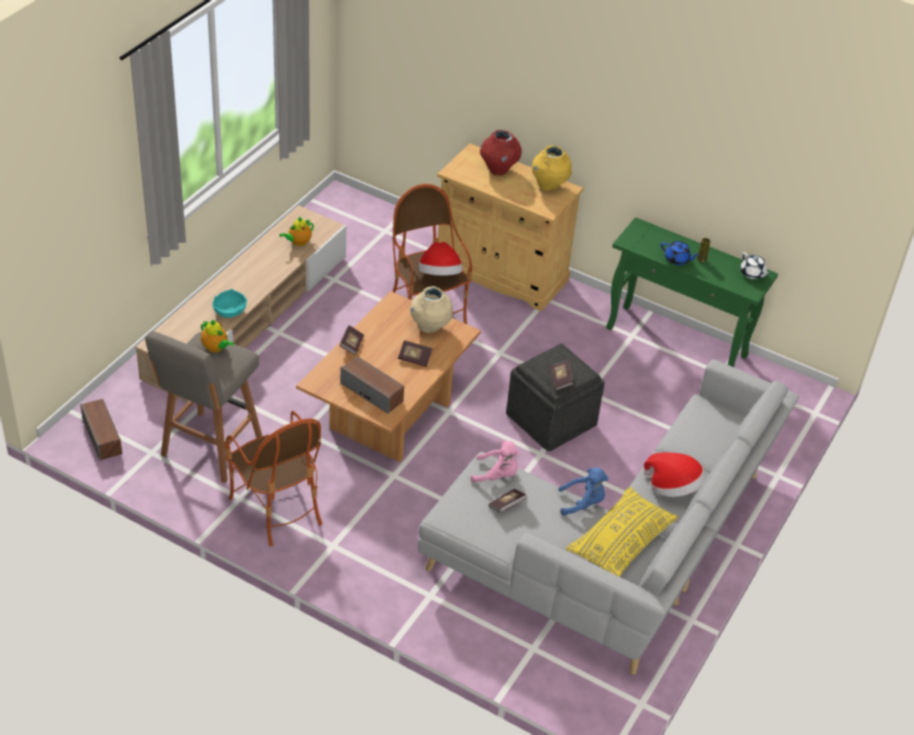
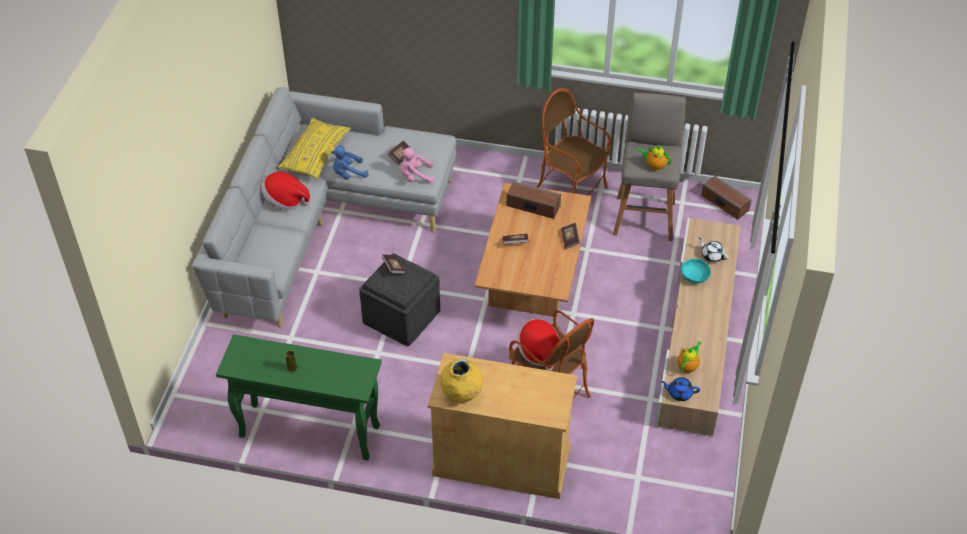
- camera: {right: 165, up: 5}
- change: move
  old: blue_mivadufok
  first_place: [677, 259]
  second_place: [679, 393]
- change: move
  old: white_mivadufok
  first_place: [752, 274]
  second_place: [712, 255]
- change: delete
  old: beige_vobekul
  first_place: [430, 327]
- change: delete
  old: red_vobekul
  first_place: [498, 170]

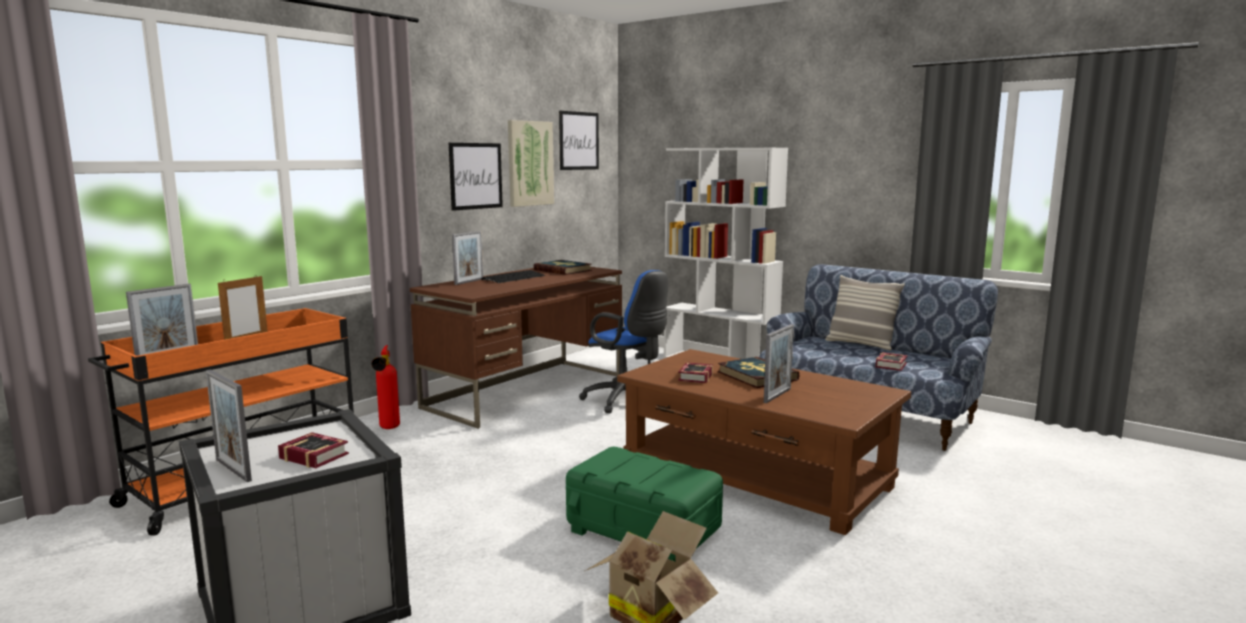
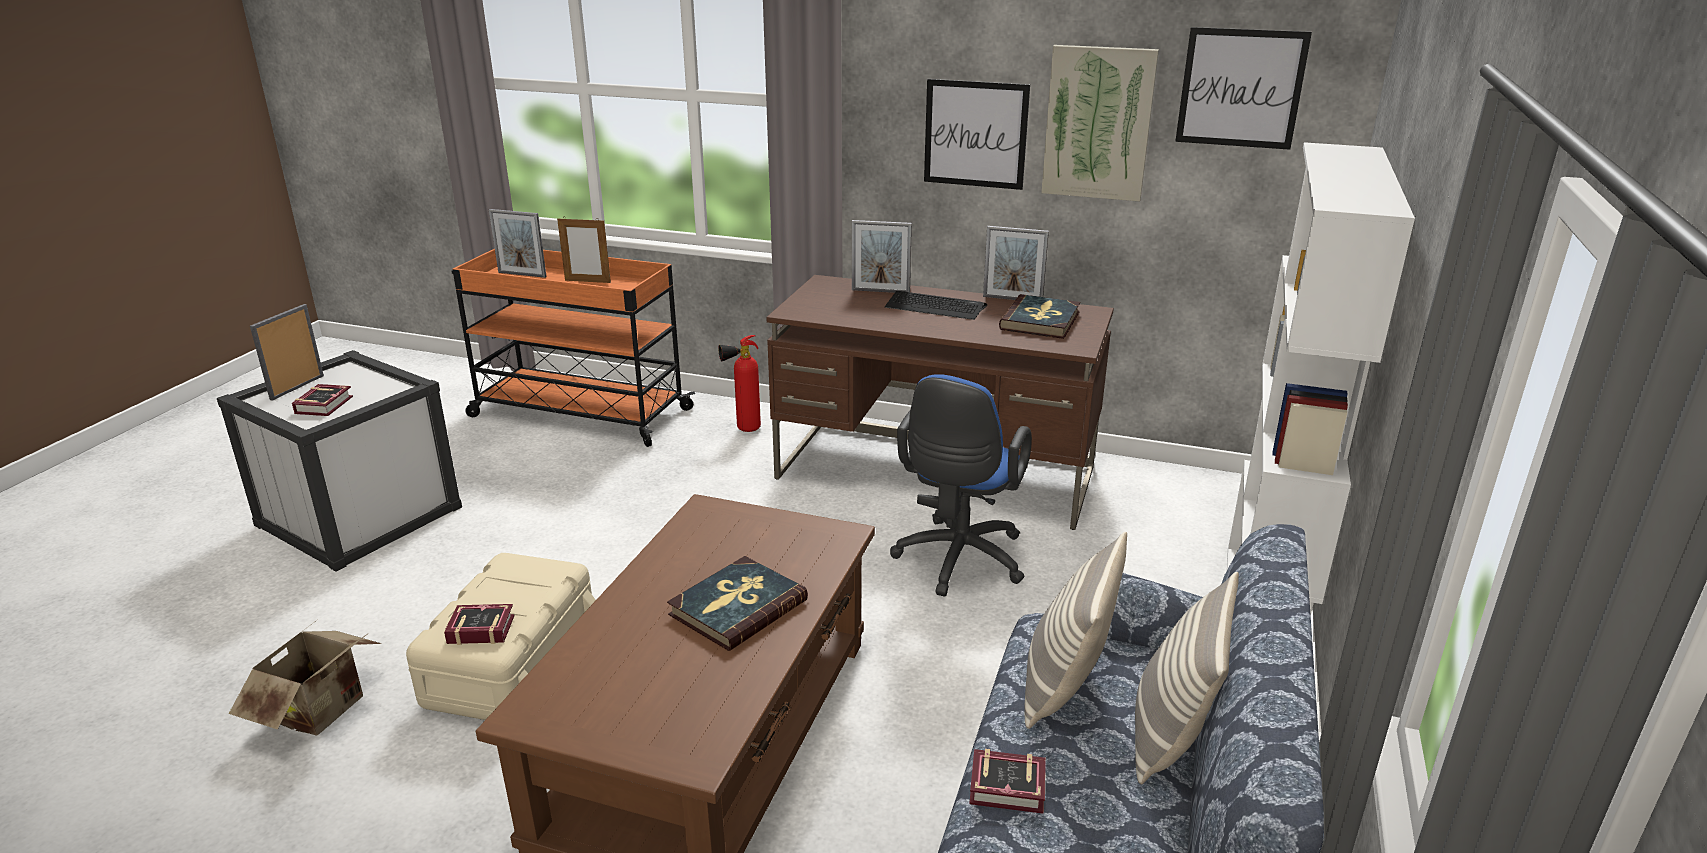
- camera: {right: 70, up: 15}
- change: recolor
  old: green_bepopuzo
  new: beige_bepopuzo
  first_place: [642, 530]
  second_place: [511, 666]
- change: move
  old: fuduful
  first_place: [694, 377]
  second_place: [478, 628]
- change: move
  old: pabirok
  first_place: [777, 395]
  second_place: [1012, 299]
- change: insert
  new: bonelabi
  second_place: [1065, 686]

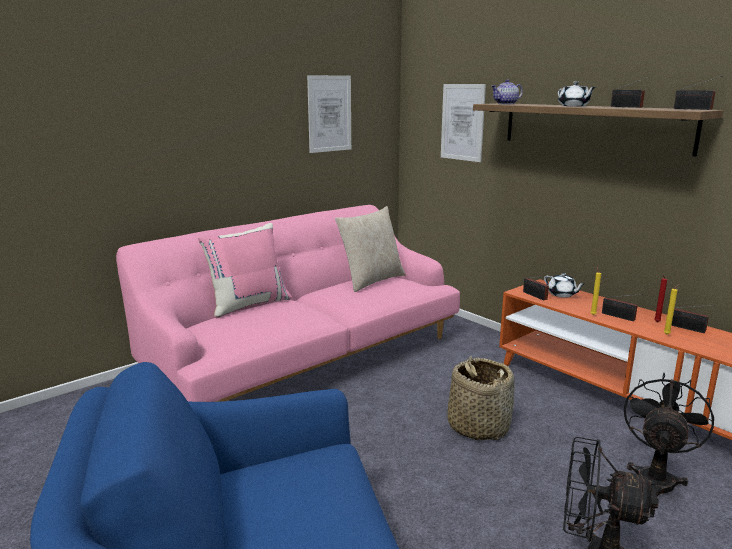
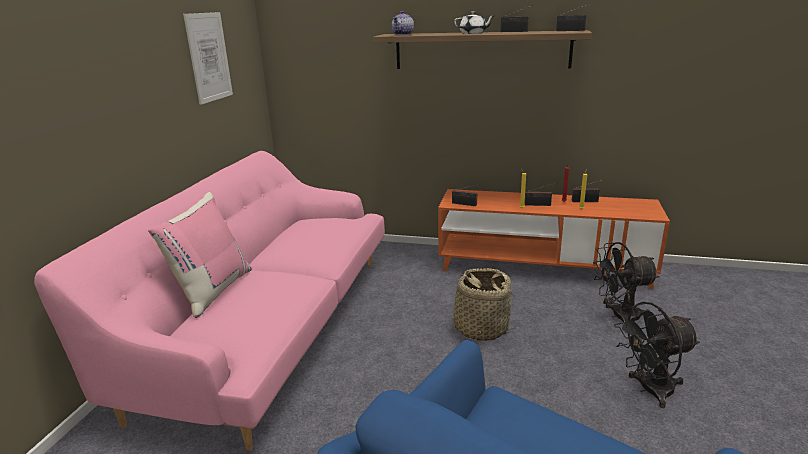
- camera: {right: -35, up: 5}
- change: rotate
  old: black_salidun
  first_place: [656, 478]
  second_place: [619, 316]
  degrees: -90
- change: delete
  old: beige_bonelabi
  first_place: [371, 280]
- change: delete
  old: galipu
  first_place: [462, 122]
- change: delete
  old: white_mivadufok
  first_place: [562, 294]

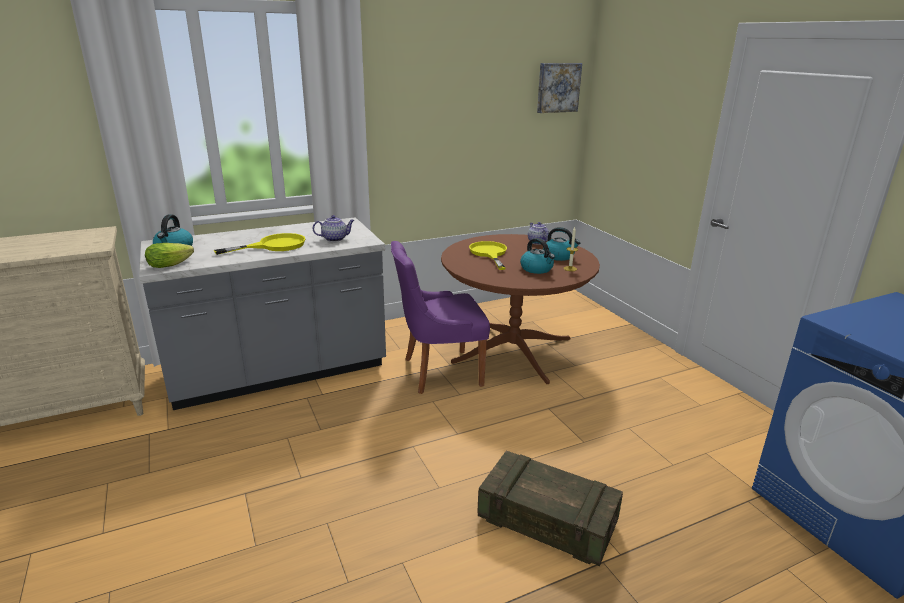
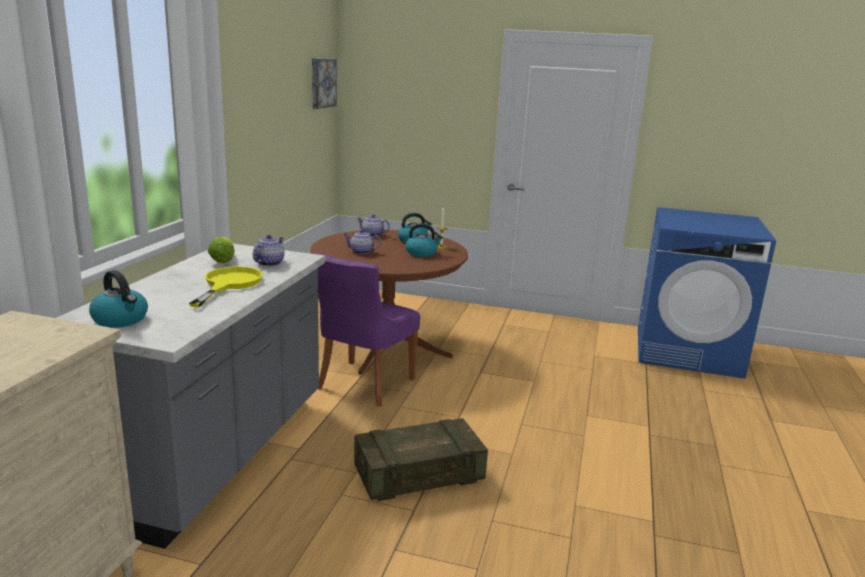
- camera: {right: -50, up: -5}
- change: move
  old: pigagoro
  first_place: [172, 264]
  second_place: [224, 259]
- change: replace
  old: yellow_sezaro
  new: mivadufok
  first_place: [489, 253]
  second_place: [361, 252]
- change: move
  old: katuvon
  first_place: [547, 522]
  second_place: [419, 476]

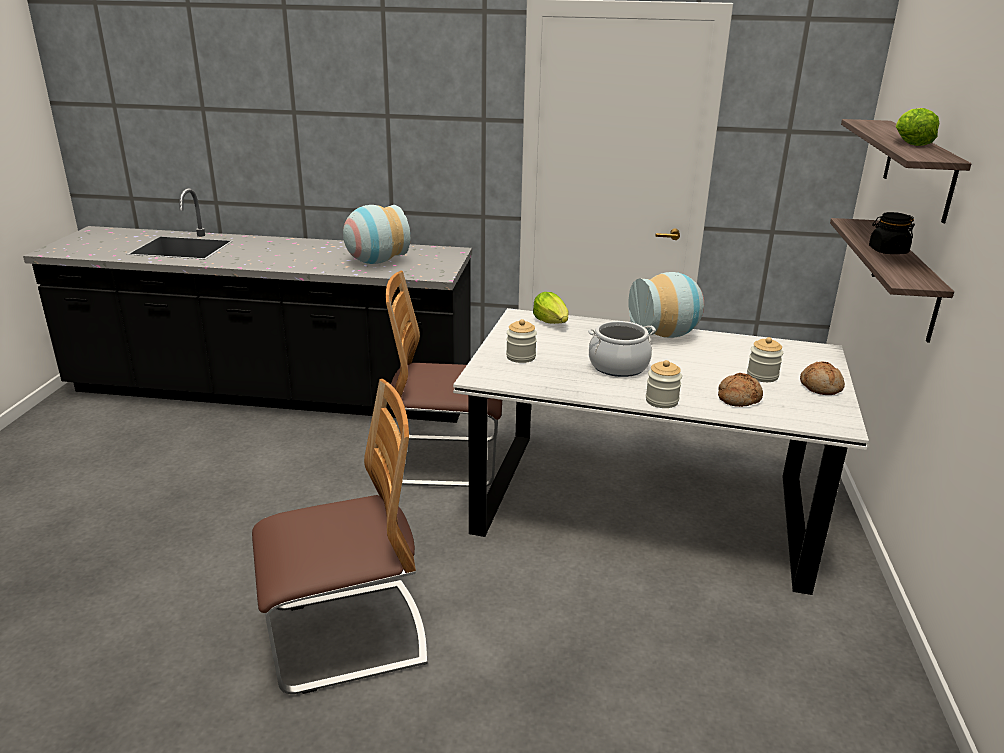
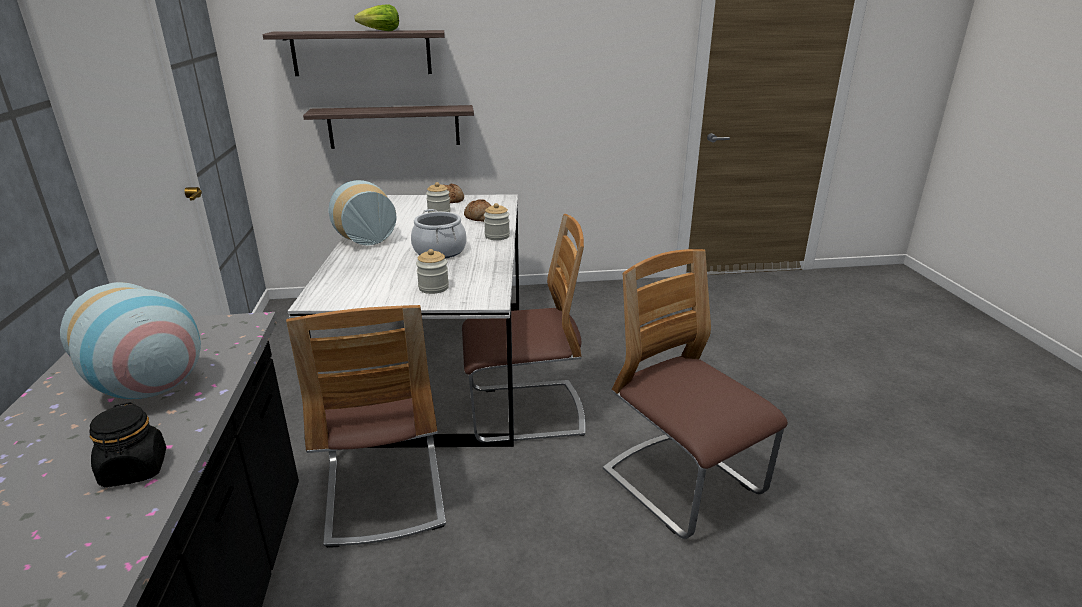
- camera: {right: -105, up: 0}
- change: move
  old: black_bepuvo
  first_place: [887, 251]
  second_place: [135, 470]
- change: insert
  new: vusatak
  second_place: [525, 412]
- change: delete
  old: pigagoro
  first_place: [552, 322]

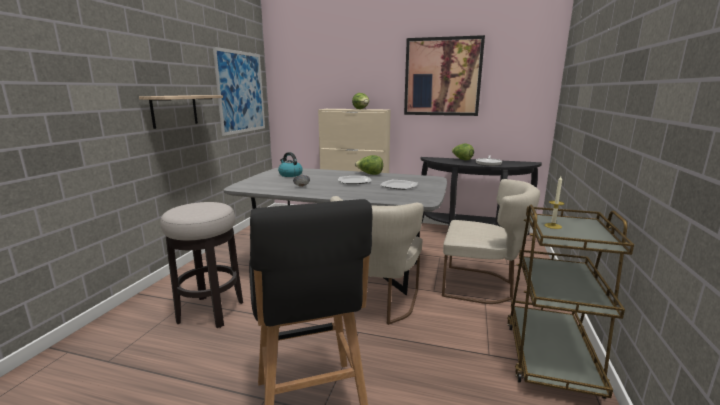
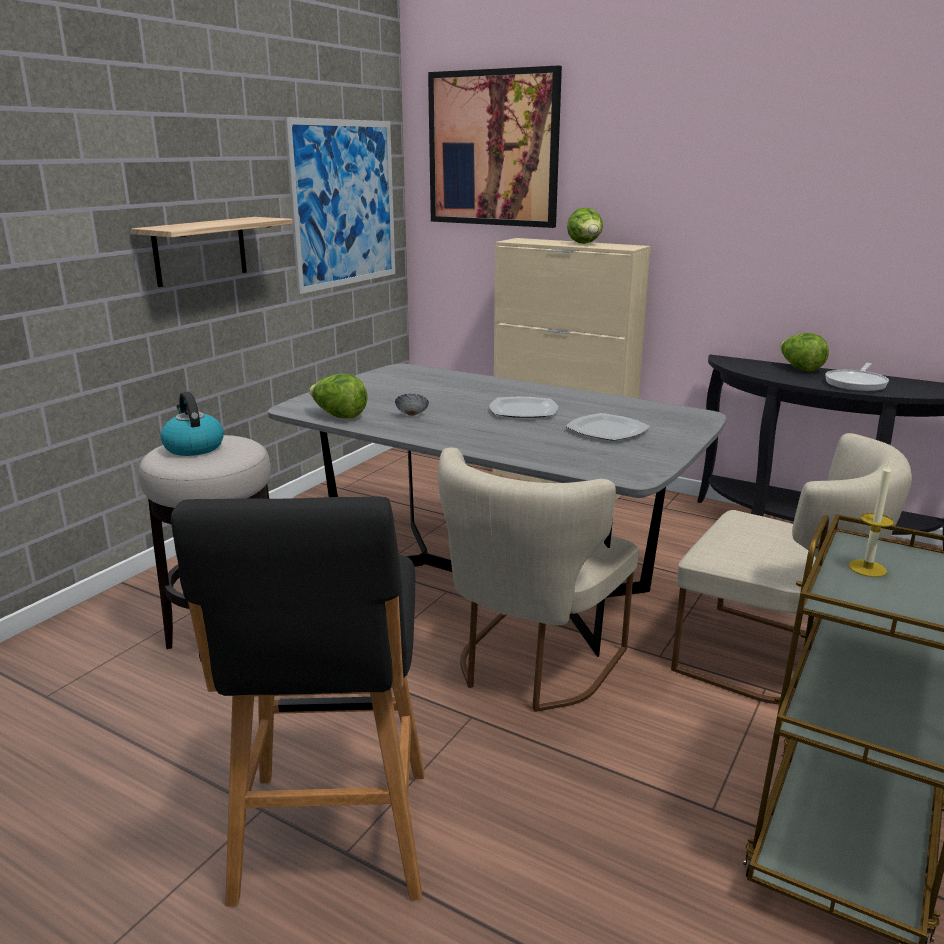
- camera: {right: 15, up: 5}
- change: move
  old: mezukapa
  first_place: [290, 175]
  second_place: [193, 447]
- change: move
  old: pigagoro
  first_place: [369, 174]
  second_place: [338, 416]
- change: move
  old: galipu
  first_place: [442, 77]
  second_place: [493, 149]

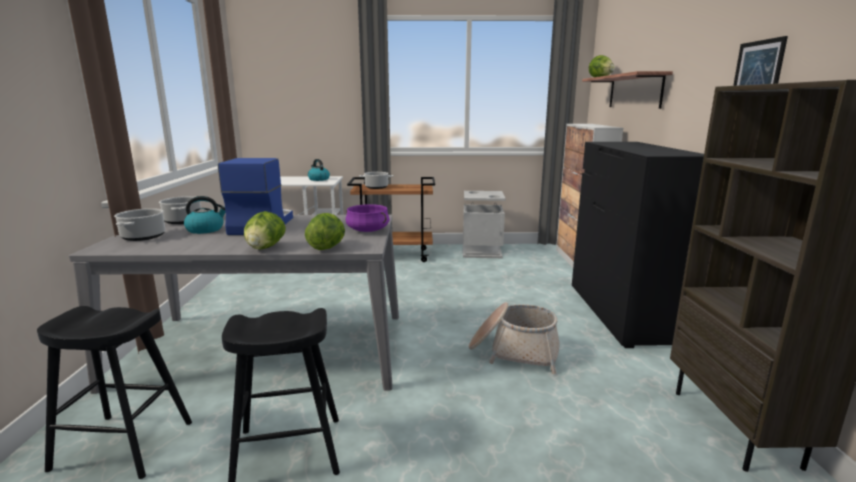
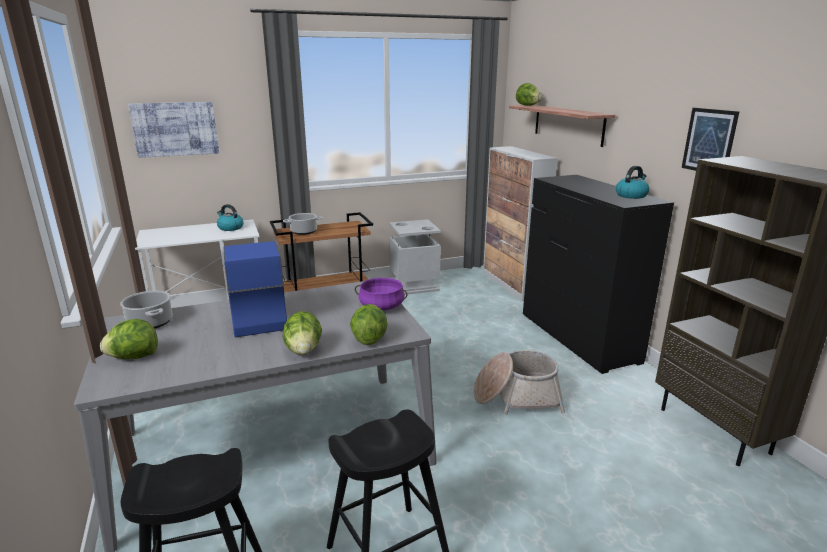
- camera: {right: -20, up: 5}
- change: replace
  old: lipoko
  new: pigagoro
  first_place: [143, 237]
  second_place: [134, 357]
- change: insert
  new: galipu
  second_place: [175, 129]
- change: move
  old: mezukapa
  first_place: [206, 229]
  second_place: [631, 195]

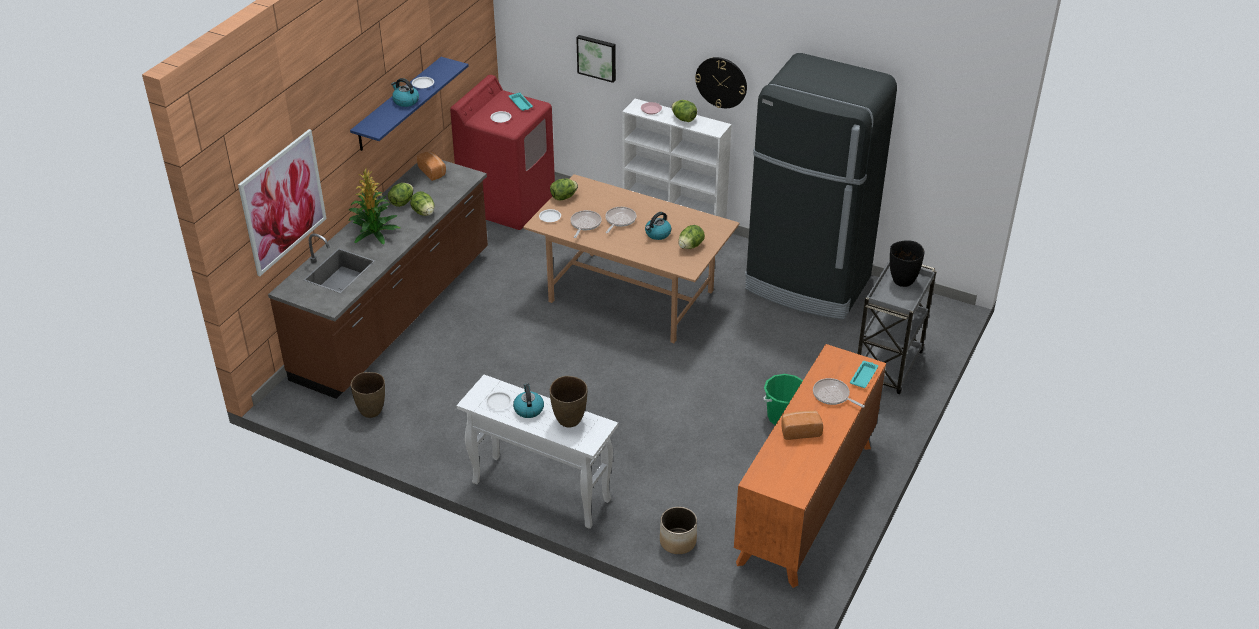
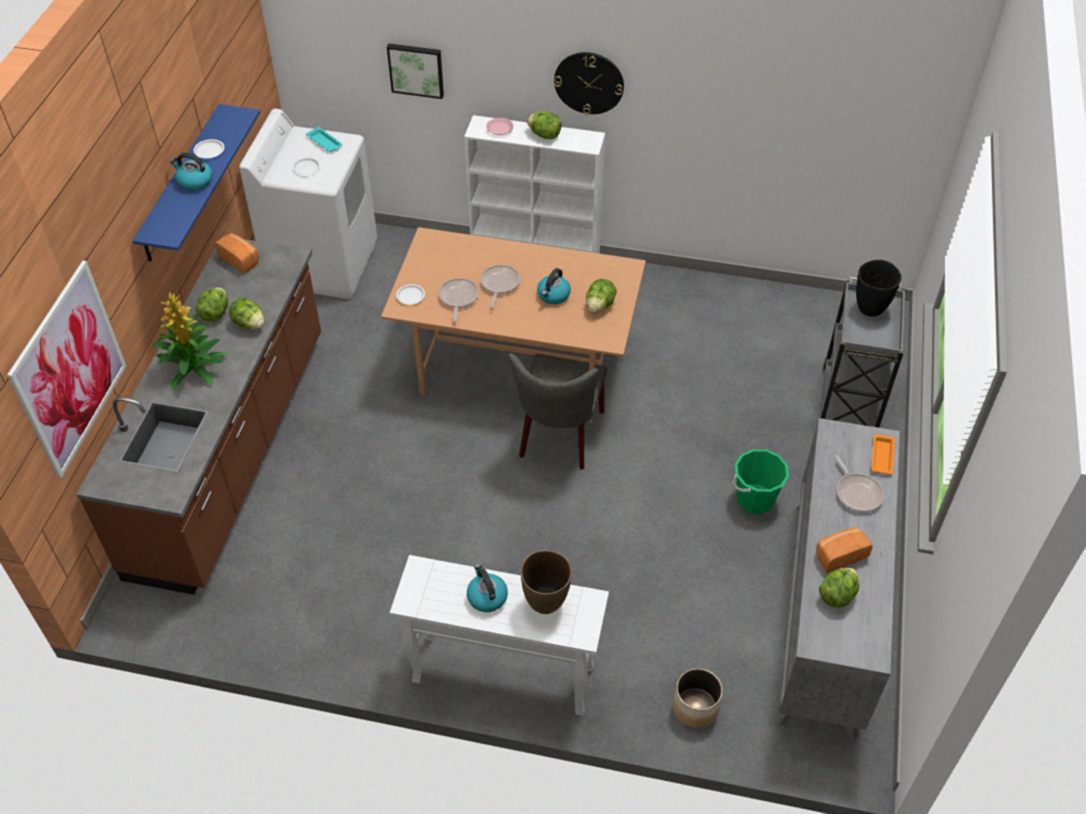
- camera: {right: -15, up: 10}
- change: recolor
  old: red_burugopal
  new: white_burugopal
  first_place: [508, 203]
  second_place: [323, 263]
- change: insert
  new: grey_vusatak
  second_place: [559, 438]
- change: recolor
  old: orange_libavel
  new: grey_libavel
  first_place: [806, 503]
  second_place: [825, 615]
- change: move
  old: pigagoro
  first_place: [563, 197]
  second_place: [837, 595]
- change: rotate
  old: sezaro
  first_place: [833, 395]
  second_place: [857, 493]
  degrees: -135
- change: recolor
  old: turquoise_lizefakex
  new: orange_lizefakex
  first_place: [864, 376]
  second_place: [882, 456]
- change: delete
  old: brown_vobekul
  first_place: [371, 411]
- change: delete
  old: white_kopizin
  first_place: [499, 402]
- change: delete
  old: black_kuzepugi
  first_place: [808, 285]

